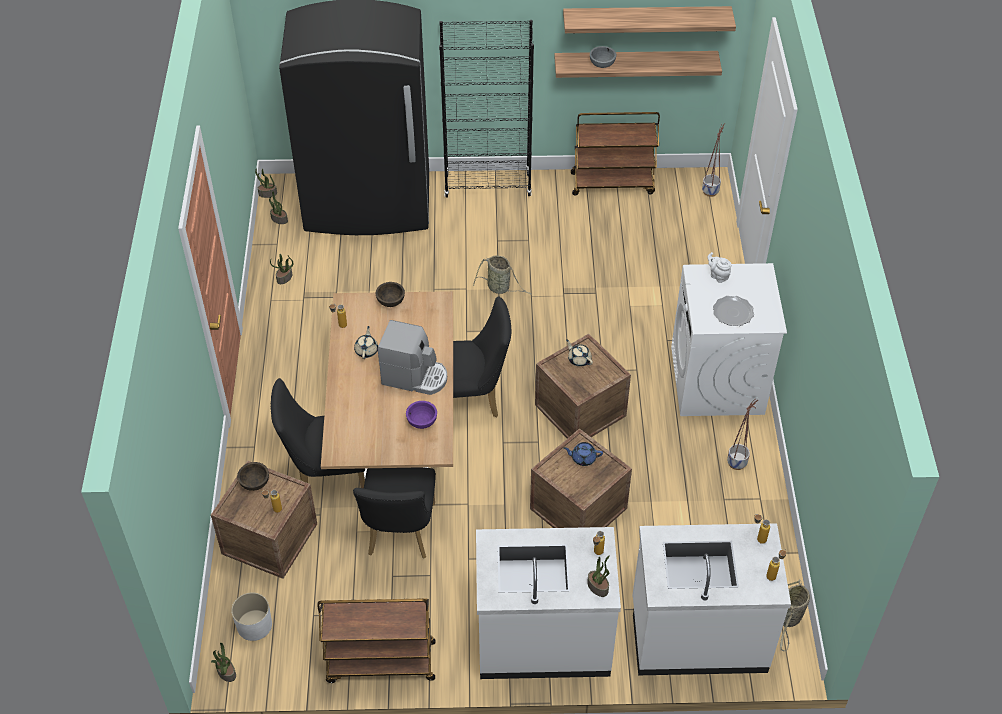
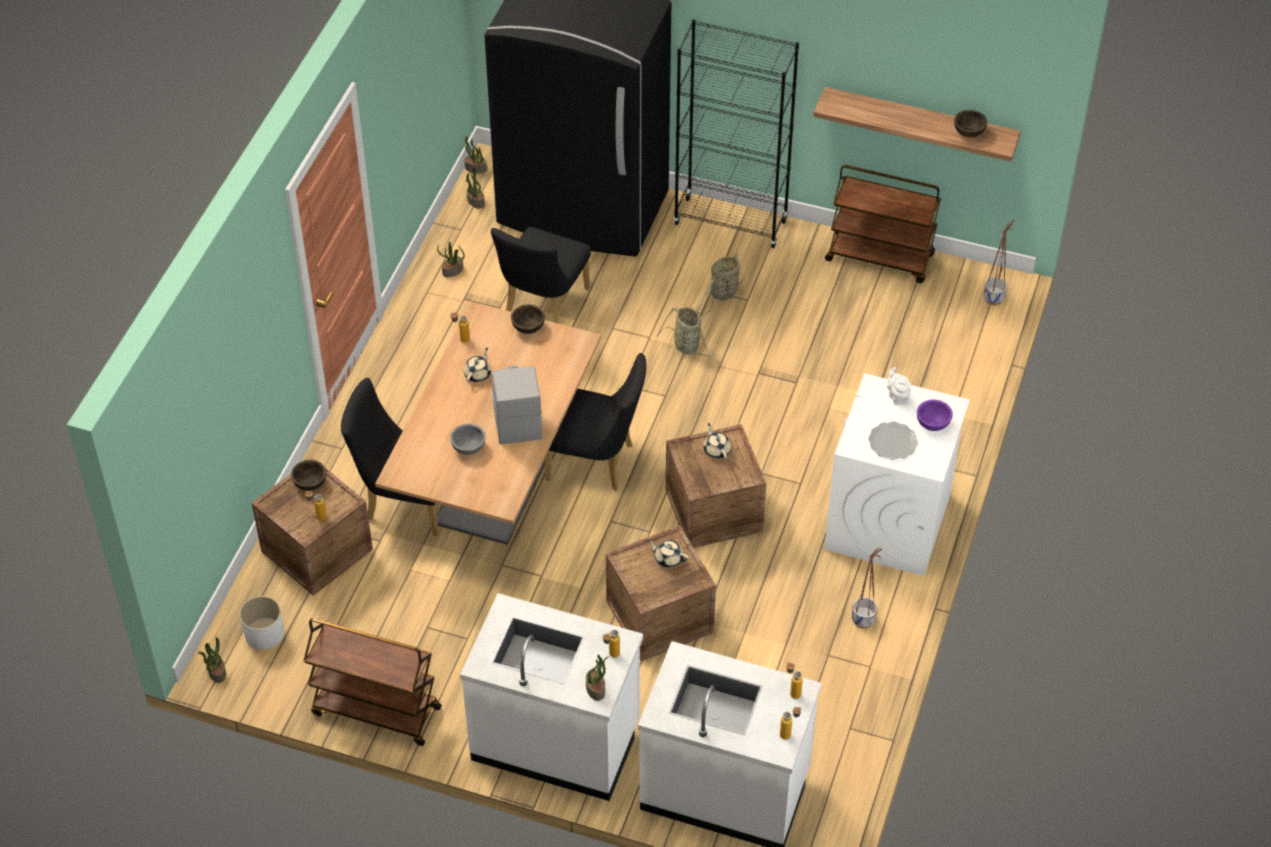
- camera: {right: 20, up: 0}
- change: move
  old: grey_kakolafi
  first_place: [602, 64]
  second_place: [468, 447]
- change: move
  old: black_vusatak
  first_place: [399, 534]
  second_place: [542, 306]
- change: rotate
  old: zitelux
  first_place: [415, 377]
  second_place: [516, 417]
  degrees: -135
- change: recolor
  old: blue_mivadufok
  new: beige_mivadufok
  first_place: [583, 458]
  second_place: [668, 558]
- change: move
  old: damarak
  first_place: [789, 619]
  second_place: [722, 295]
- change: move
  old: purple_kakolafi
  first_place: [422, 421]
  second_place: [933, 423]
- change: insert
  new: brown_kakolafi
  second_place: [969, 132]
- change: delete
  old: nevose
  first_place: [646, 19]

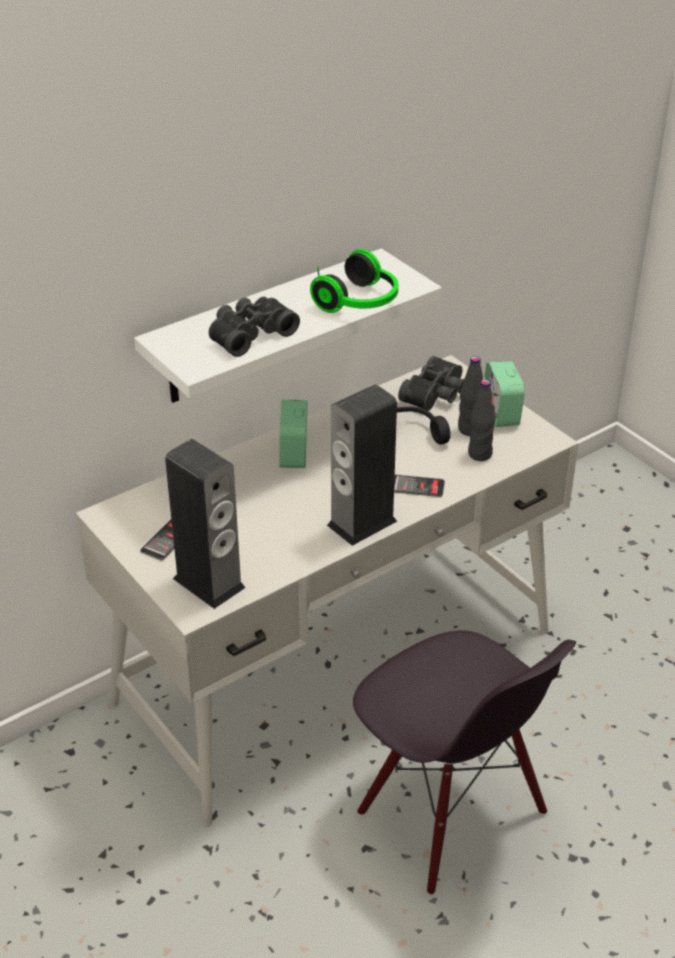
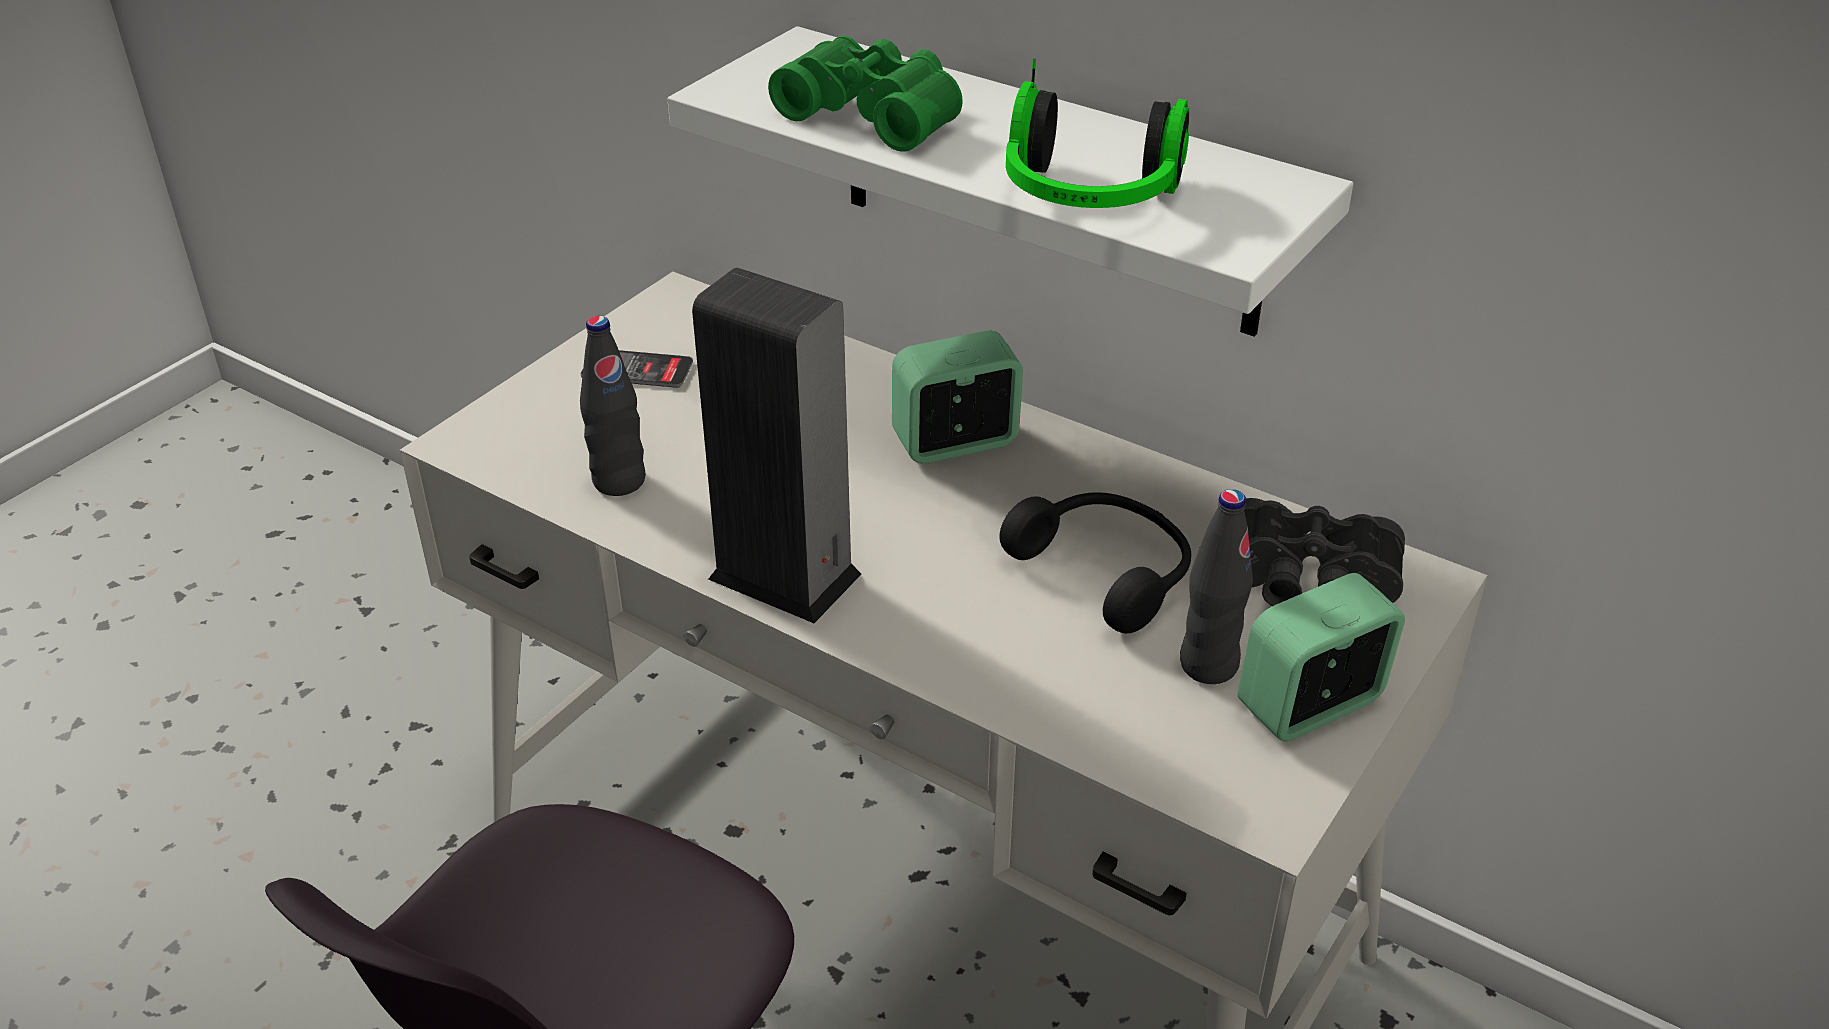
- camera: {right: 70, up: 0}
- change: move
  old: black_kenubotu
  first_place: [479, 454]
  second_place: [619, 481]
- change: recolor
  old: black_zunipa
  new: green_zunipa
  first_place: [249, 334]
  second_place: [875, 113]
- change: delete
  old: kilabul
  first_place: [209, 583]
- change: delete
  old: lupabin
  first_place: [416, 486]

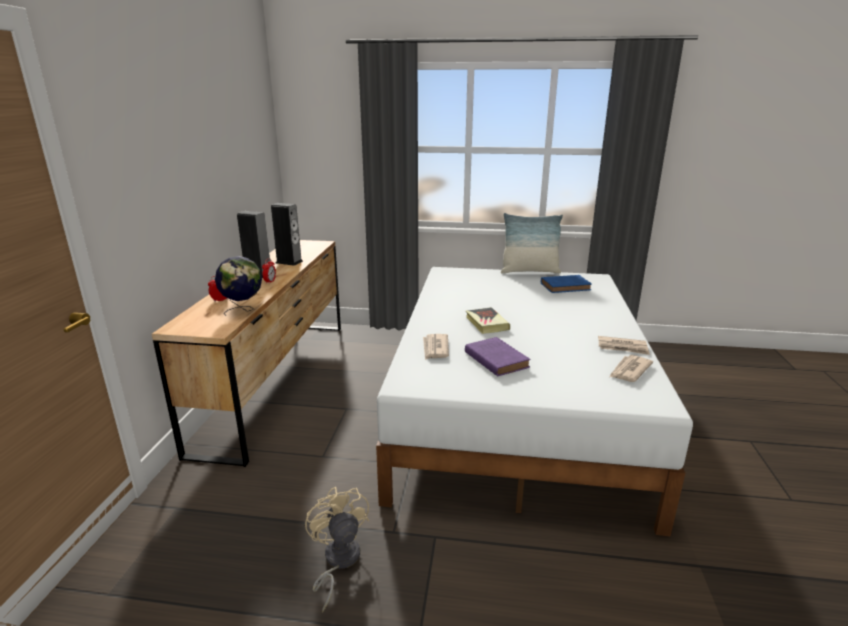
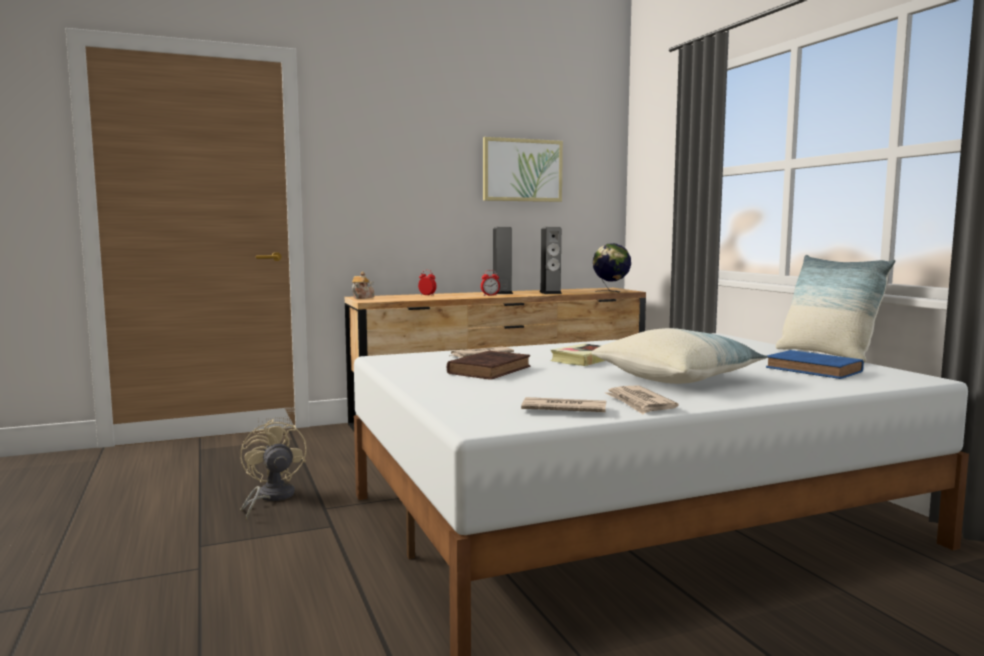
- camera: {right: 60, up: -15}
- change: rotate
  old: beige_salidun
  first_place: [338, 561]
  second_place: [270, 498]
  degrees: -60
- change: insert
  new: mivadufok
  second_place: [363, 297]
- change: recolor
  old: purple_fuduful
  new: brown_fuduful
  first_place: [495, 359]
  second_place: [490, 370]
- change: insert
  new: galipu
  second_place: [522, 170]
- change: insert
  new: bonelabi
  second_place: [677, 378]
- change: move
  old: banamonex
  first_place: [243, 310]
  second_place: [611, 292]

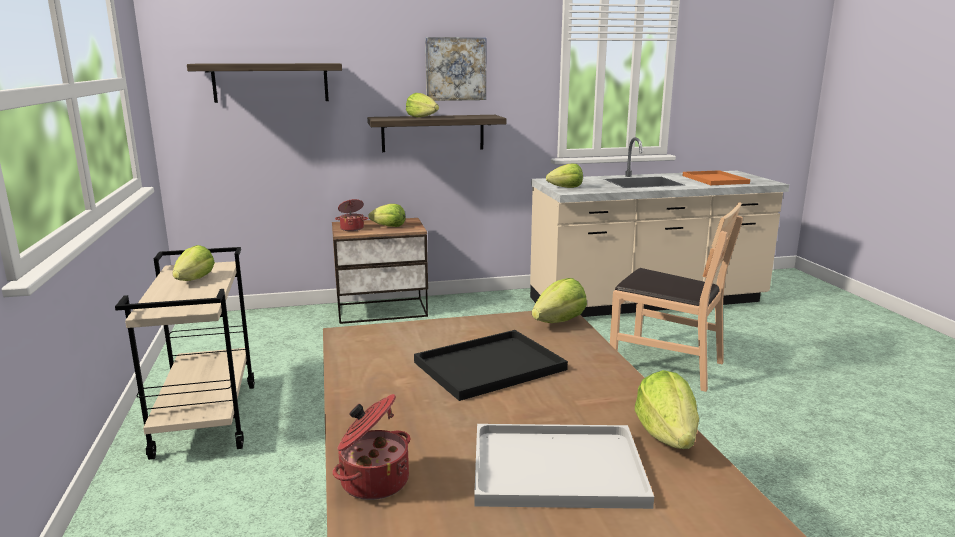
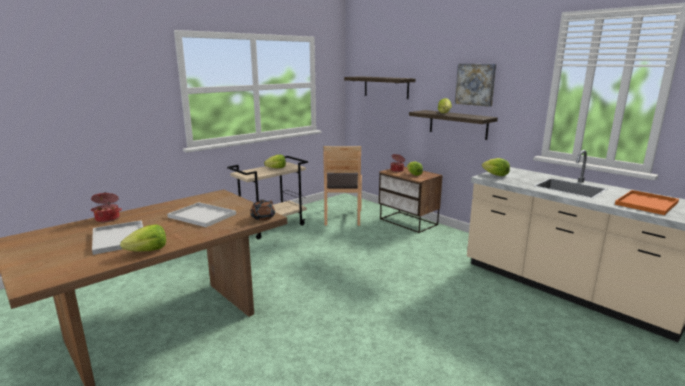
- camera: {right: 60, up: 0}
- change: recolor
  old: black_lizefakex
  new: white_lizefakex
  first_place: [488, 367]
  second_place: [201, 215]
- change: replace
  old: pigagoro
  new: brown_mivadufok
  first_place: [559, 322]
  second_place: [262, 218]
- change: move
  old: brown_vusatak
  first_place: [666, 365]
  second_place: [342, 217]

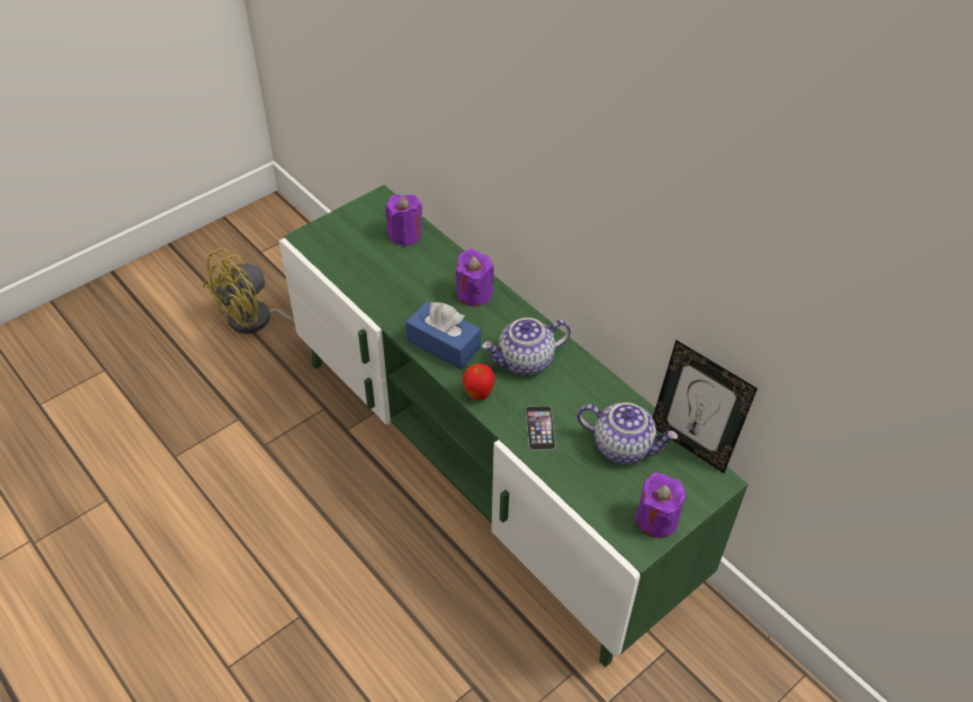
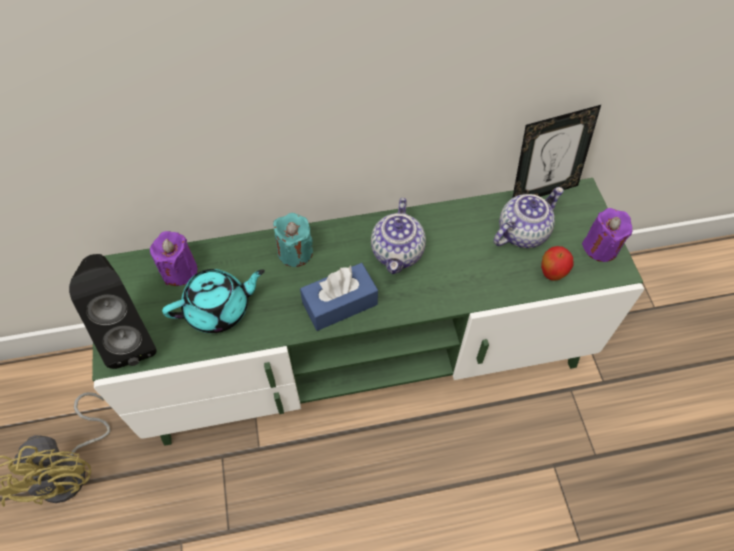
- camera: {right: -60, up: 10}
- change: insert
  new: black_kilabul
  second_place: [130, 336]
- change: insert
  new: turquoise_mivadufok
  second_place: [219, 309]
- change: recolor
  old: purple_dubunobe
  new: turquoise_dubunobe
  first_place: [474, 294]
  second_place: [295, 252]
- change: move
  old: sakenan
  first_place: [478, 395]
  second_place: [551, 274]
- change: delete
  old: lupabin
  first_place: [540, 428]

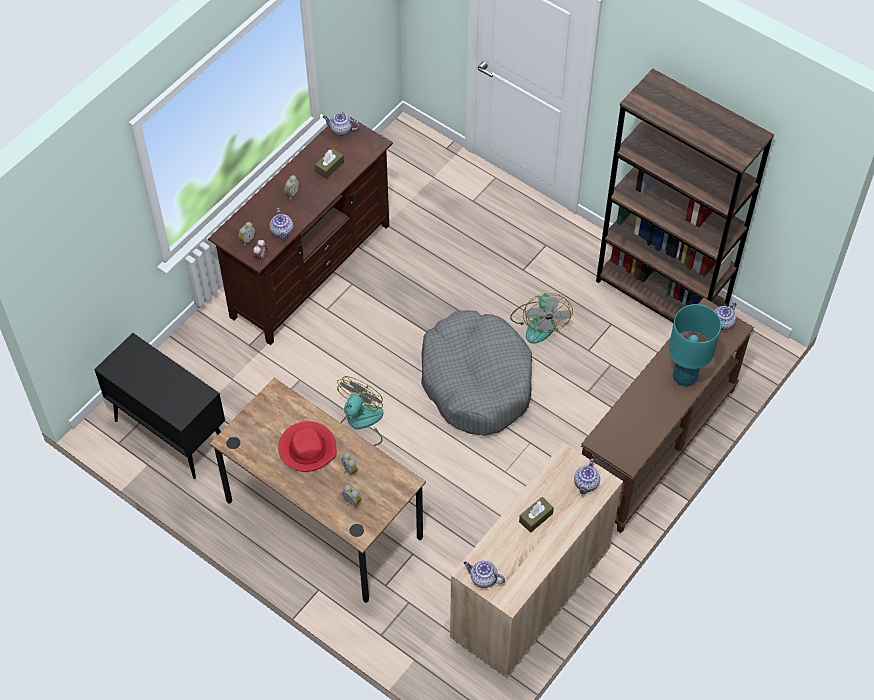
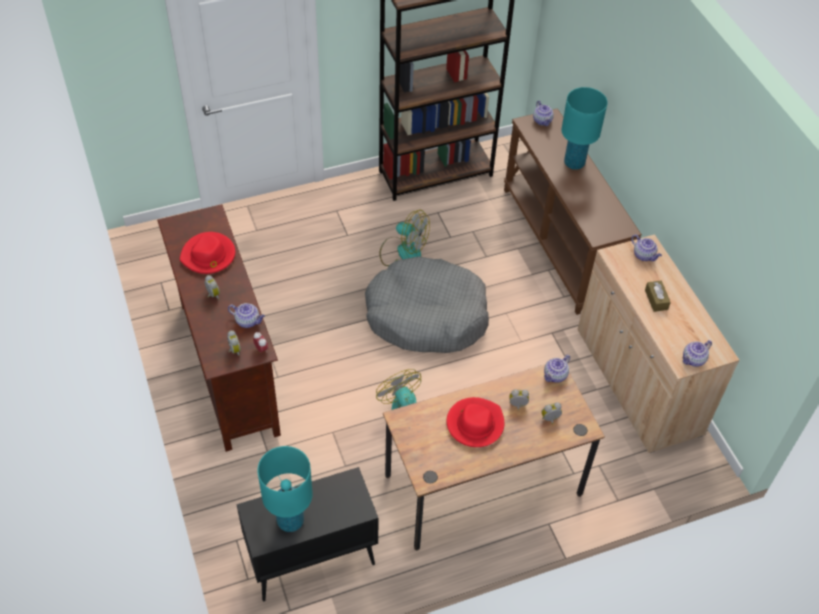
- camera: {right: -60, up: -5}
- change: replace
  old: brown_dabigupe
  new: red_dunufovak
  first_place: [329, 167]
  second_place: [208, 256]
- change: insert
  new: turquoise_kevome
  second_place: [290, 520]
- change: move
  old: mivadufok
  first_place: [340, 130]
  second_place: [555, 376]

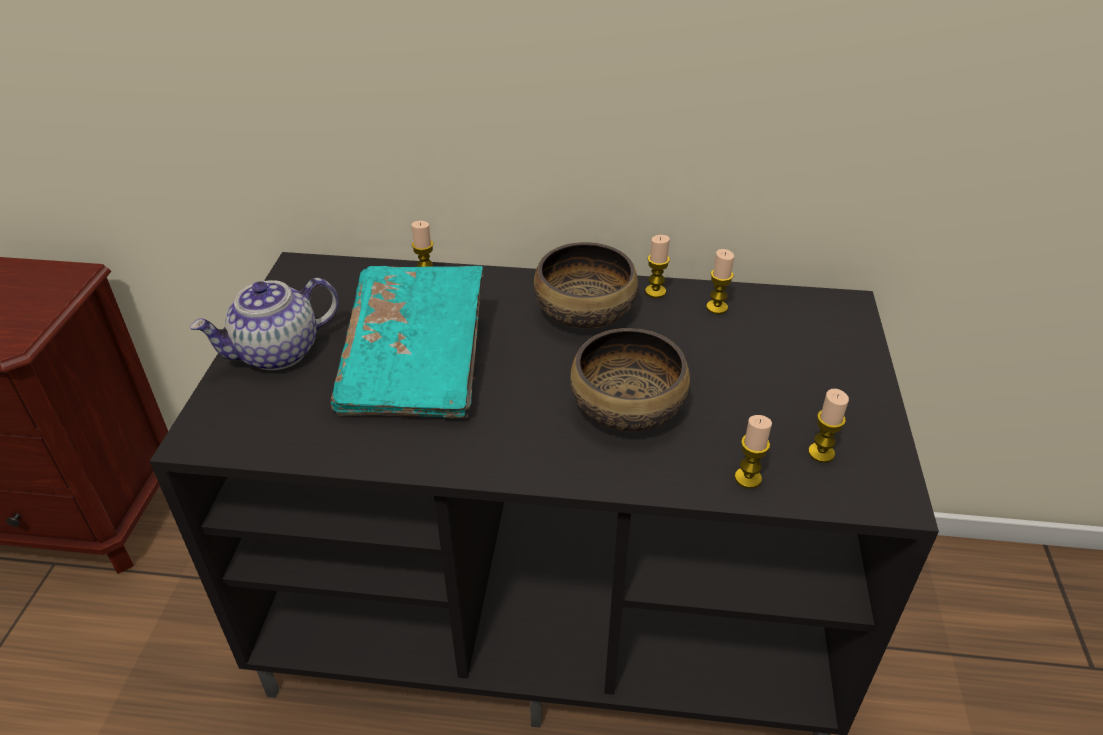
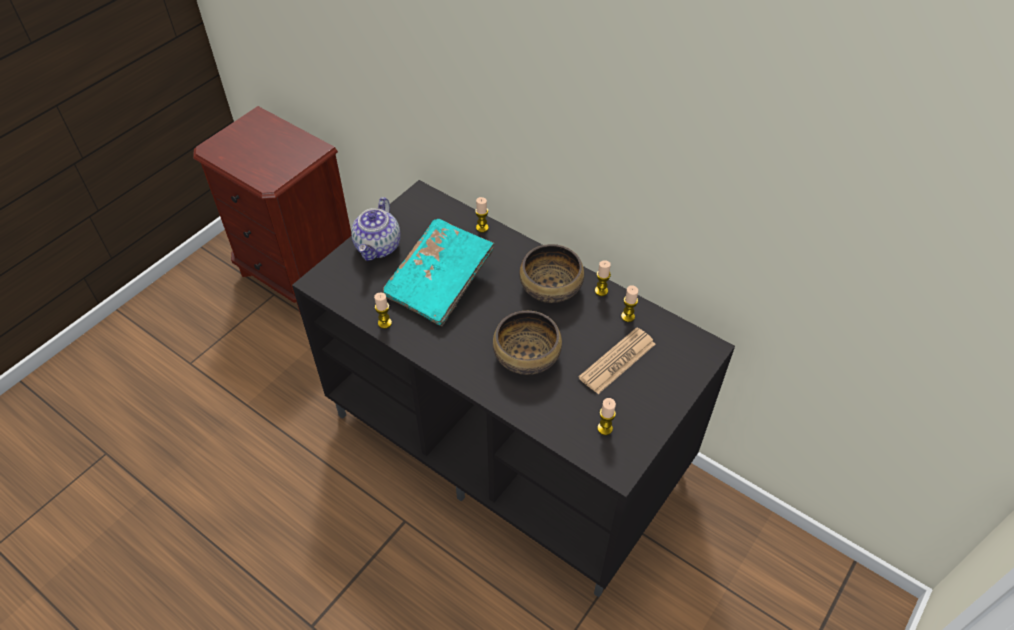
- camera: {right: 30, up: 10}
- change: rotate
  old: mivadufok
  first_place: [277, 353]
  second_place: [378, 247]
  degrees: -75
- change: move
  old: dubunobe
  first_place: [748, 478]
  second_place: [384, 323]
- change: insert
  new: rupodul
  second_place: [617, 361]

